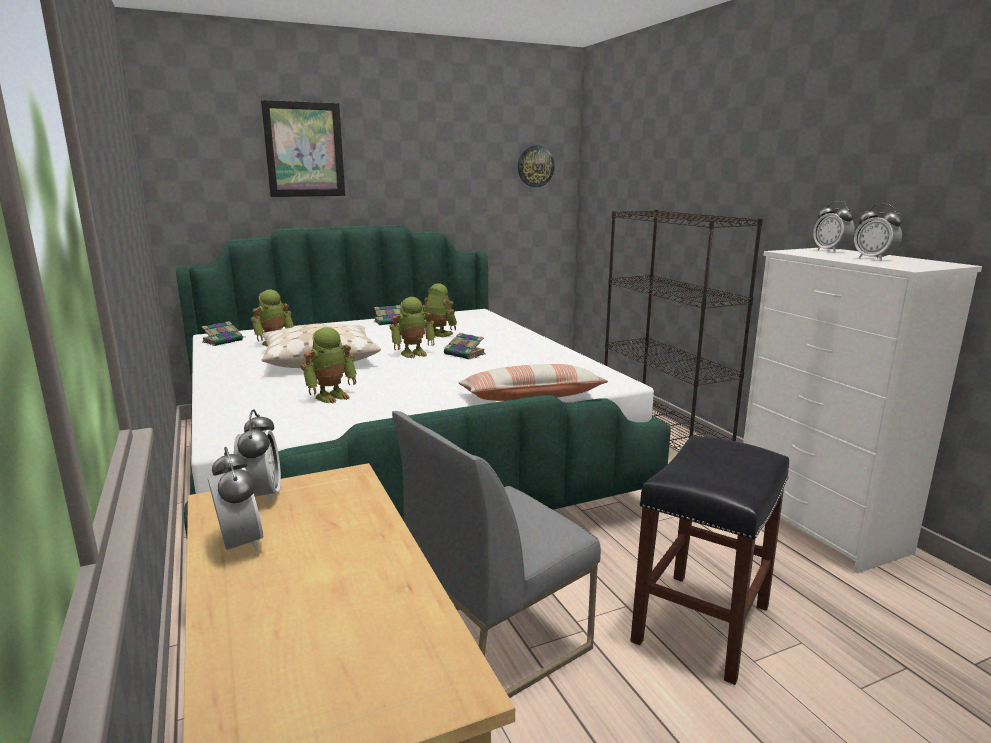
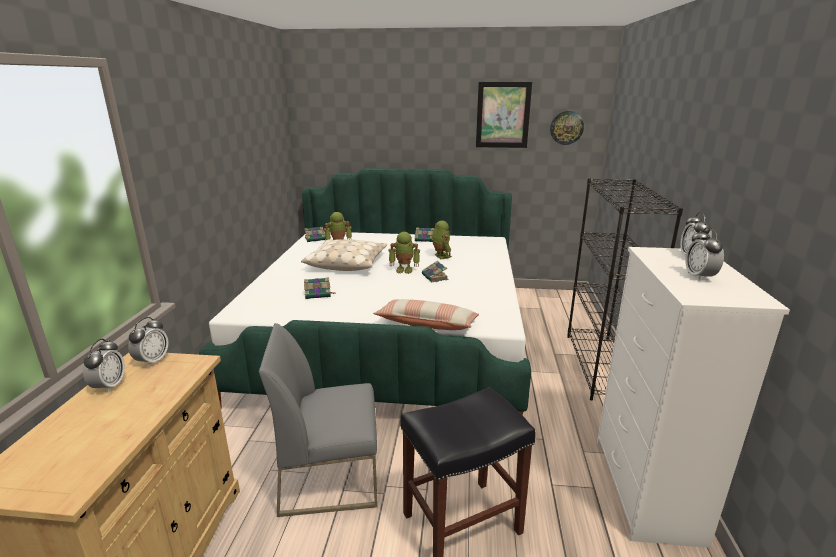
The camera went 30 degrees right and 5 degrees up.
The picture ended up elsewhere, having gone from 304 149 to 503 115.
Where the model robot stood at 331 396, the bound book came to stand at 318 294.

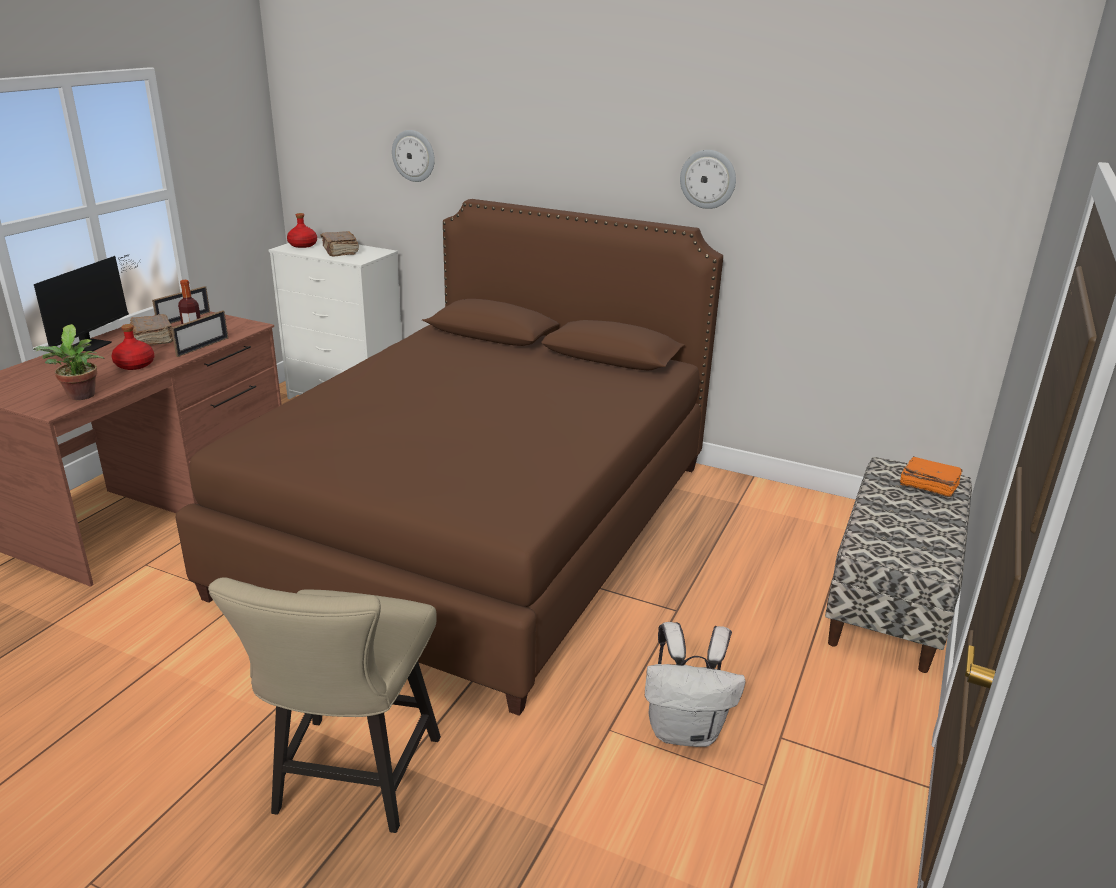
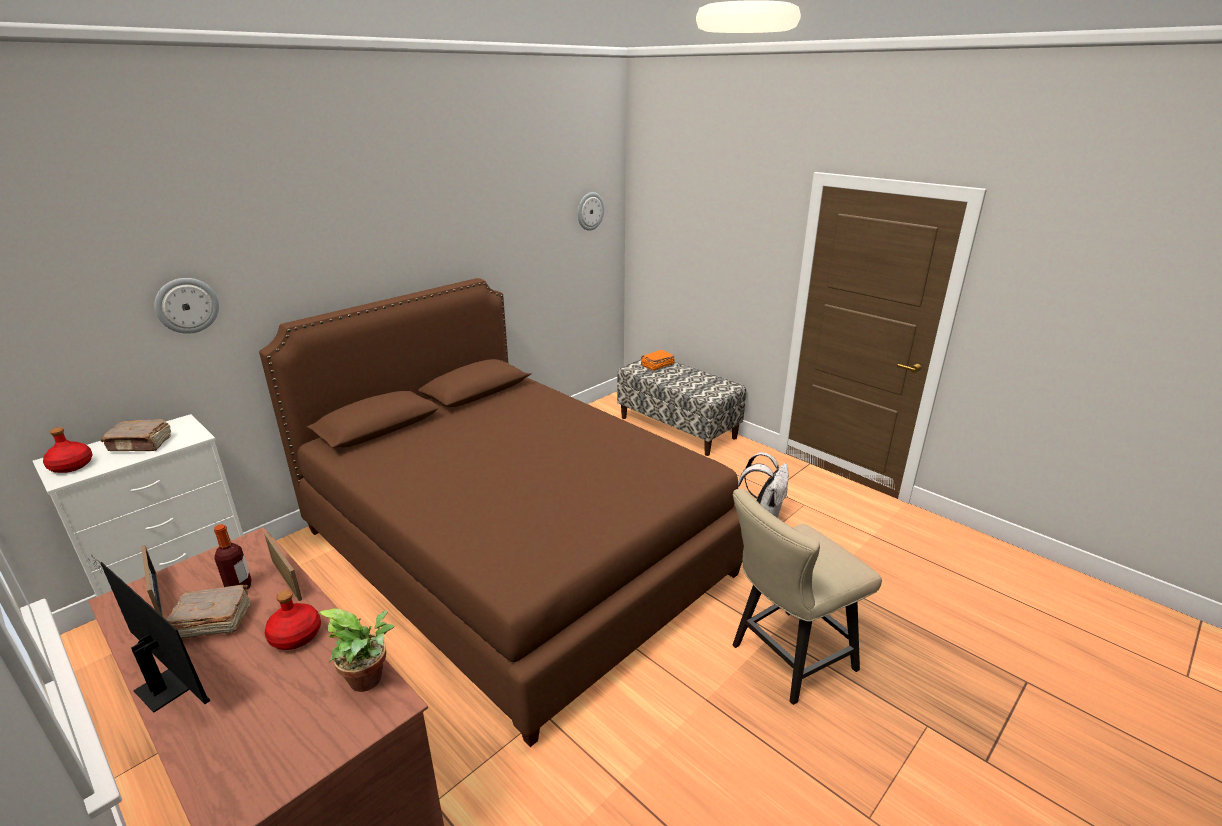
The camera went 70 degrees left and 0 degrees up.
The sand-coloured plain chair at 352 783 ended up facing another way, 120 degrees clockwise from before.
The clock on the wall ended up elsewhere, having gone from 708 179 to 590 211.

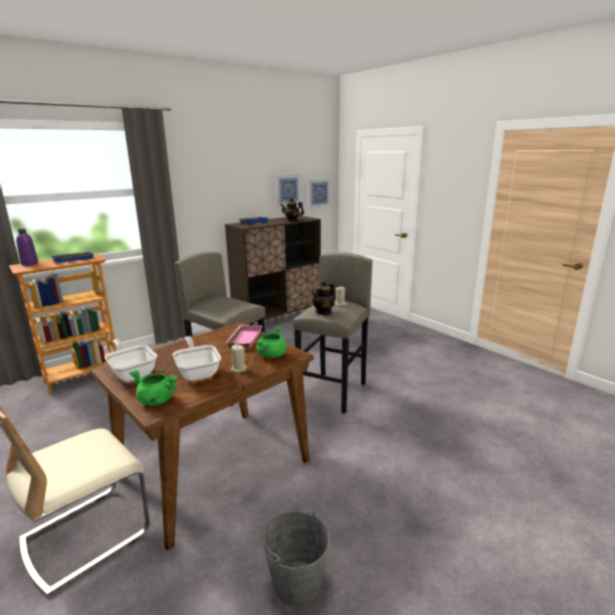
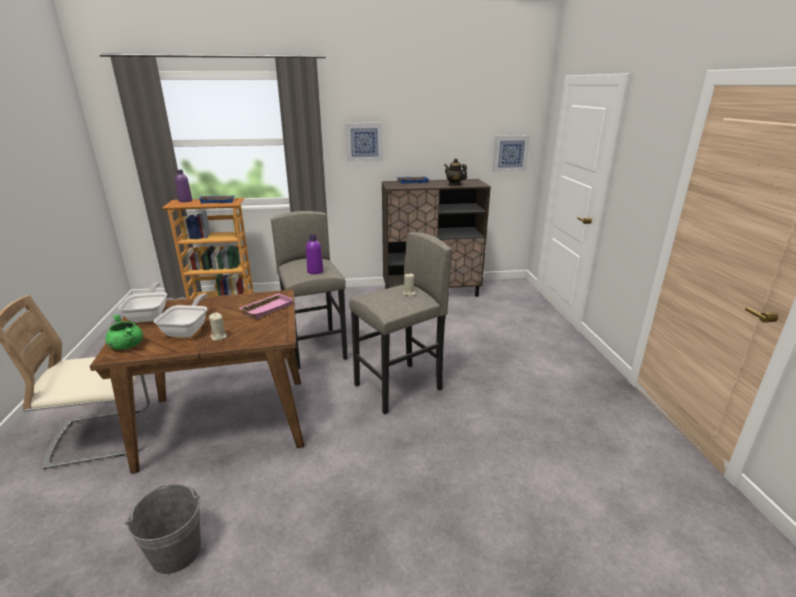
The camera went 30 degrees right and 5 degrees up.
The second view lost the greenish cooking pot at 271 355.
The picture ended up elsewhere, having gone from 287 189 to 364 142.
The second view lost the tea pot at 323 312.
The second view gained the purplish beverage bottle at 315 271.

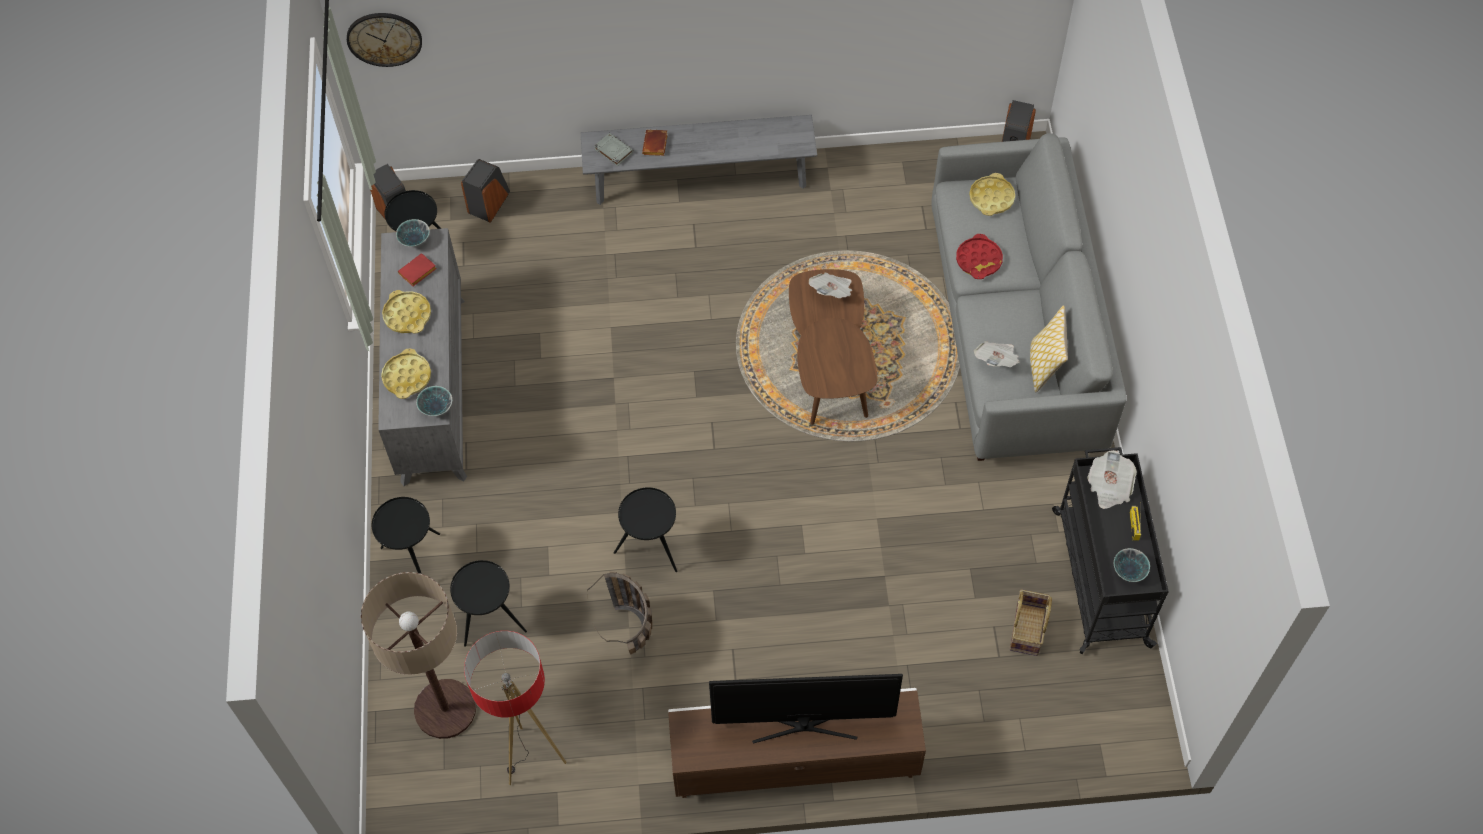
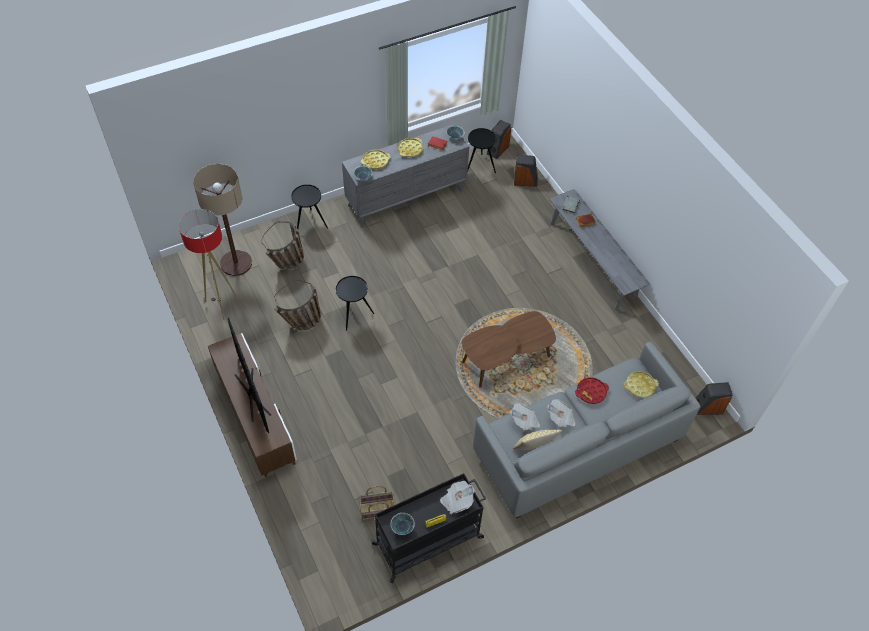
The camera went 65 degrees right and 5 degrees down.
The second view lost the clock on the wall at 384 38.
Where the black-coloured side table stood at 491 622, the basket came to stand at 288 264.
The newspaper ended up elsewhere, having gone from 832 292 to 561 418.

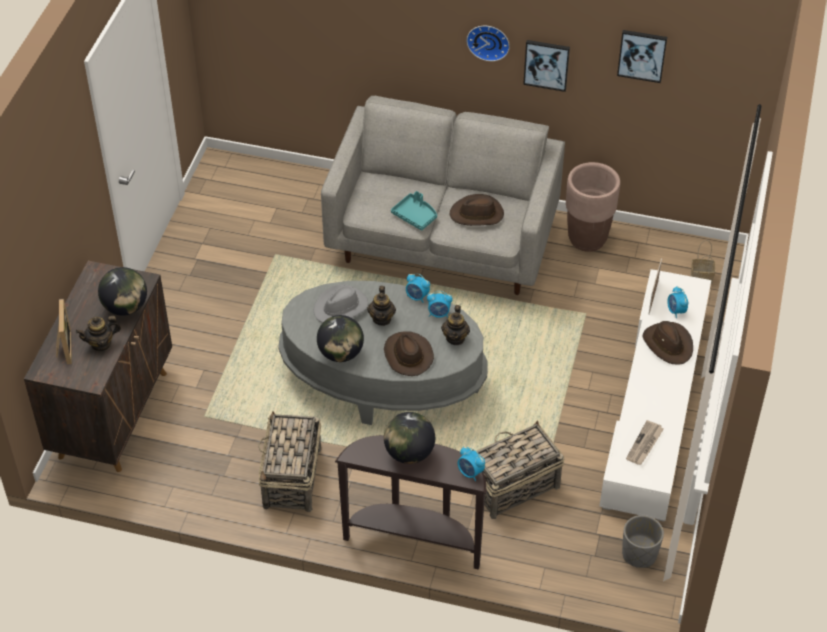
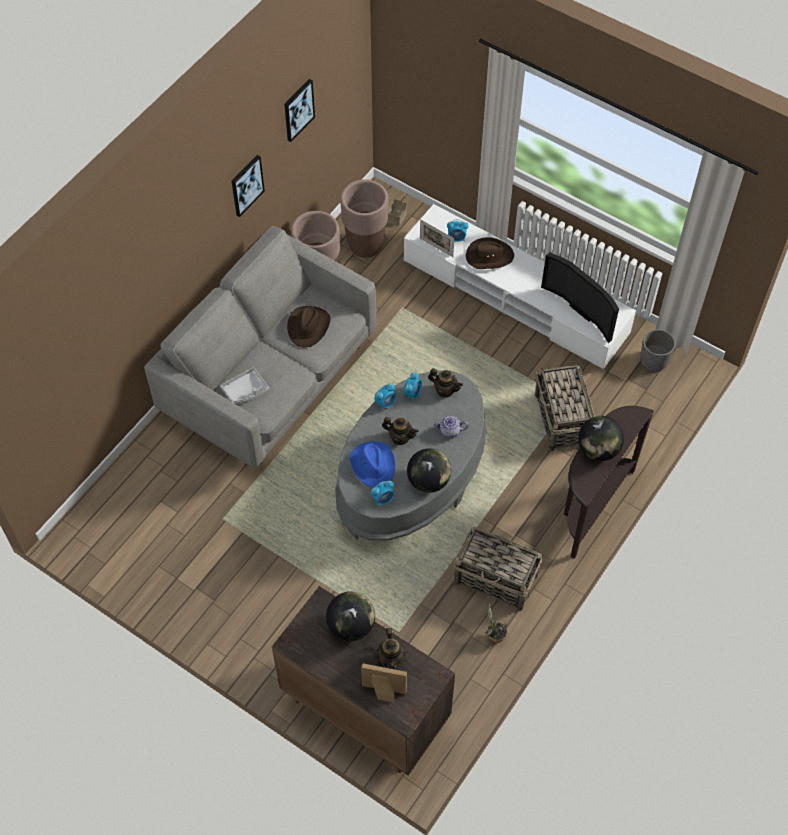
The camera went 70 degrees left and 10 degrees up.
What was the grey wearable hat at 341 307 turned into the blue wearable hat at 373 465.
Where the brownish wearable hat stood at 407 355, the tea pot came to stand at 450 431.
The second view lost the turquoise-coloured carrying tray at 415 216.
The table clock ended up elsewhere, having gone from 470 473 to 383 499.
The second view lost the clock on the wall at 488 41.
Where the newspaper stood at 644 444, the TV came to stand at 584 309.
The second view gained the grey carrying tray at 245 390.
The second view gained the brownish planter at 365 245.
The second view gained the potted plant at 494 636.

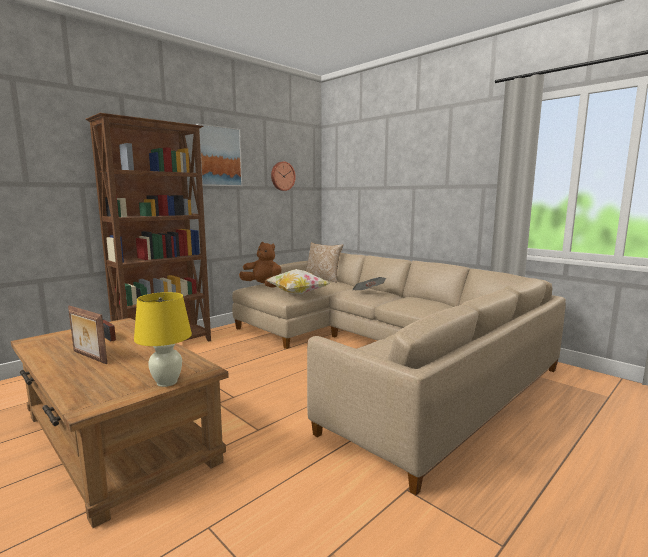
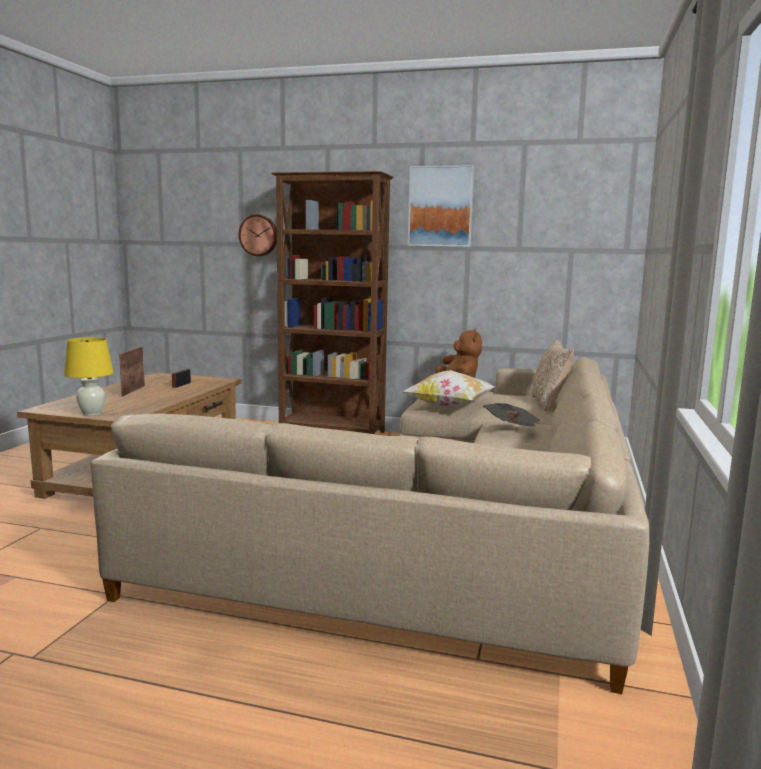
The camera went 60 degrees right and 0 degrees up.
The clock on the wall ended up elsewhere, having gone from 282 176 to 259 235.

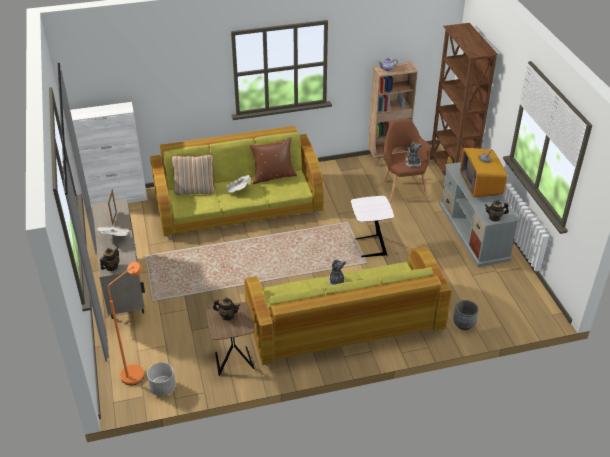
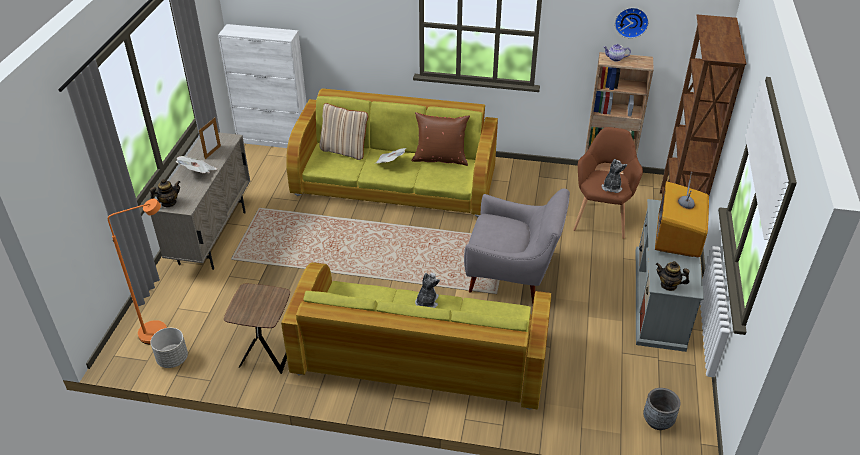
The camera went 25 degrees right and 0 degrees up.
The second view lost the tea pot at 227 316.
Where the white side table stood at 369 247, the grey armchair came to stand at 513 276.
The grey planter ended up elsewhere, having gone from 463 324 to 657 421.
The second view gained the clock on the wall at 631 21.

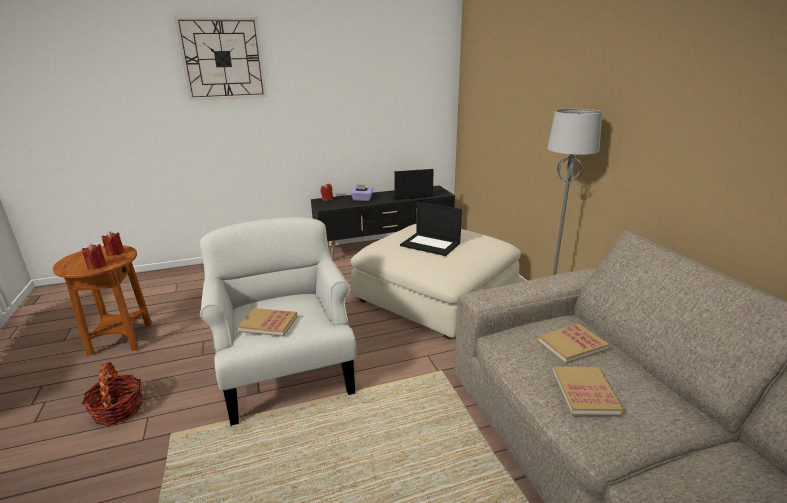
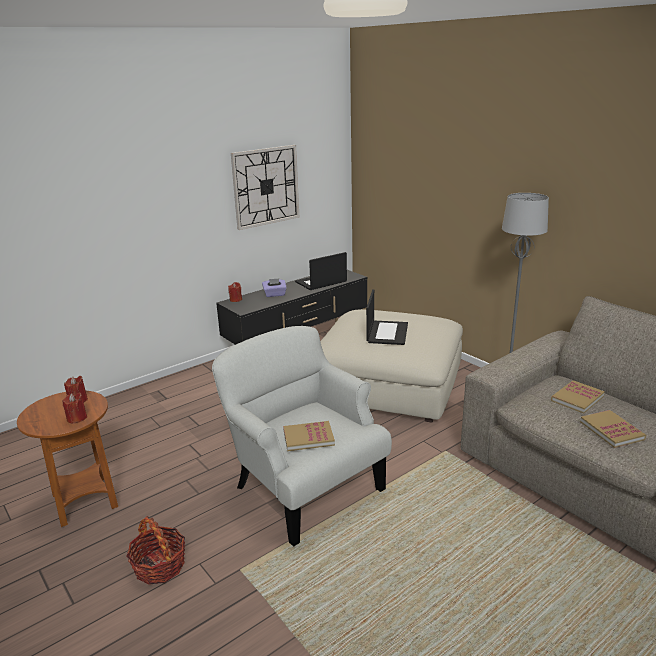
The camera went 20 degrees left and 0 degrees up.
The clock on the wall ended up elsewhere, having gone from 223 59 to 266 186.
The portable computer at 431 244 ended up facing another way, 90 degrees counterclockwise from before.

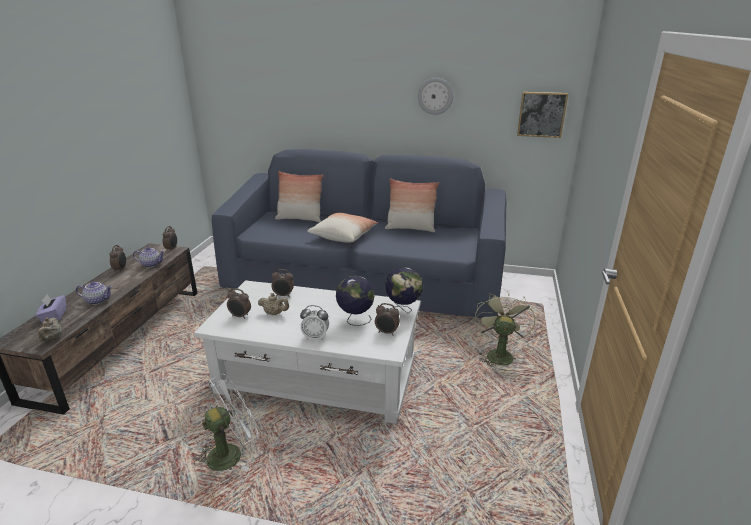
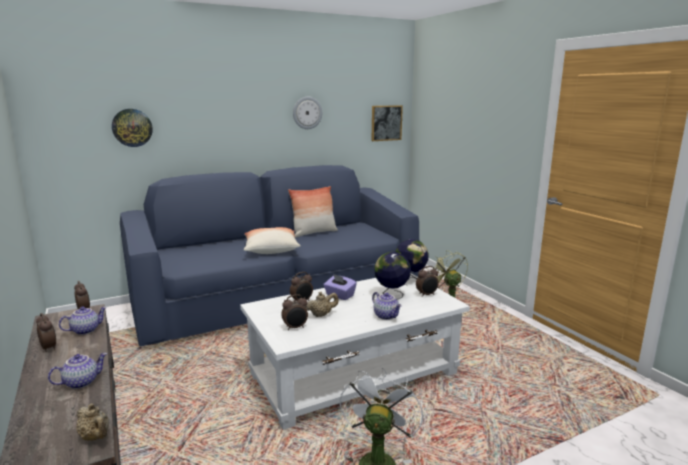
The camera went 40 degrees left and 10 degrees down.
The purplish box of tissues ended up elsewhere, having gone from 54 316 to 339 295.
The second view lost the throw pillow at 300 219.
Where the table clock stood at 315 337, the tea pot came to stand at 386 316.
The second view gained the clock on the wall at 132 127.

